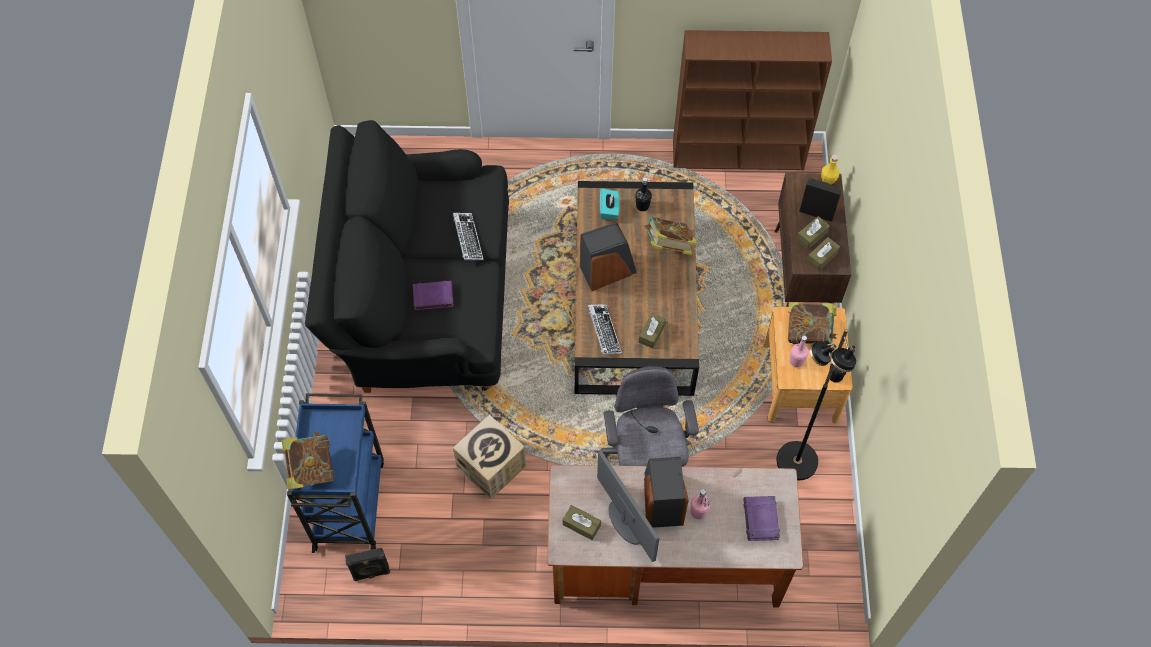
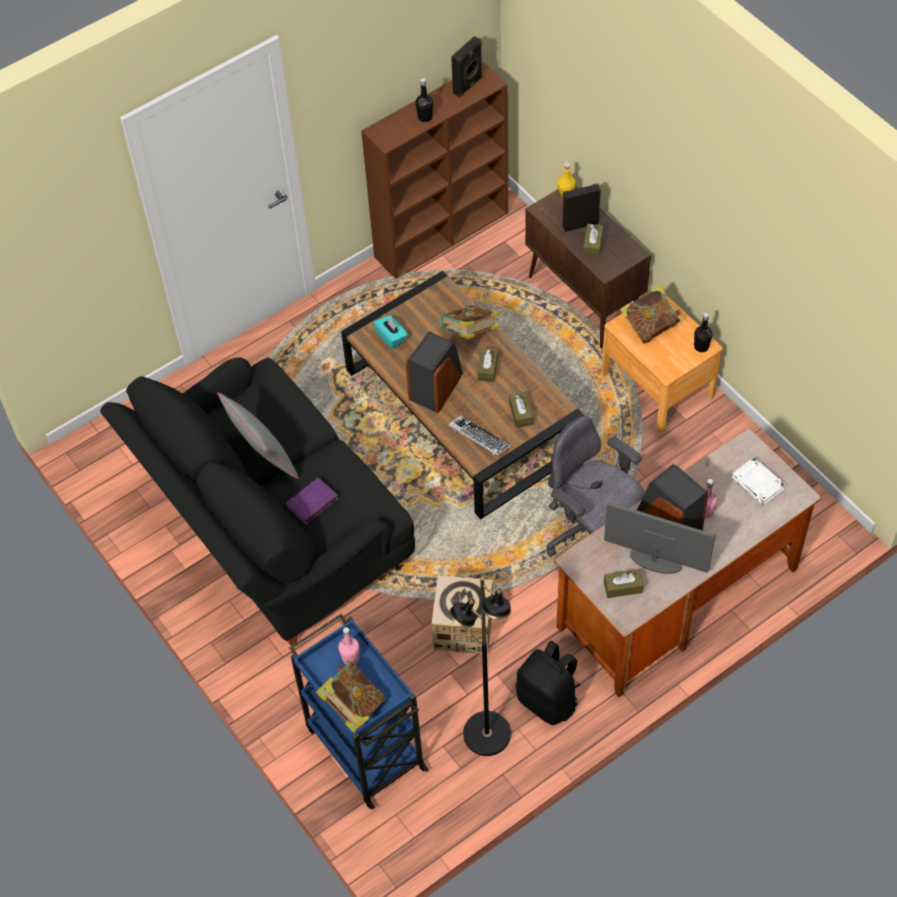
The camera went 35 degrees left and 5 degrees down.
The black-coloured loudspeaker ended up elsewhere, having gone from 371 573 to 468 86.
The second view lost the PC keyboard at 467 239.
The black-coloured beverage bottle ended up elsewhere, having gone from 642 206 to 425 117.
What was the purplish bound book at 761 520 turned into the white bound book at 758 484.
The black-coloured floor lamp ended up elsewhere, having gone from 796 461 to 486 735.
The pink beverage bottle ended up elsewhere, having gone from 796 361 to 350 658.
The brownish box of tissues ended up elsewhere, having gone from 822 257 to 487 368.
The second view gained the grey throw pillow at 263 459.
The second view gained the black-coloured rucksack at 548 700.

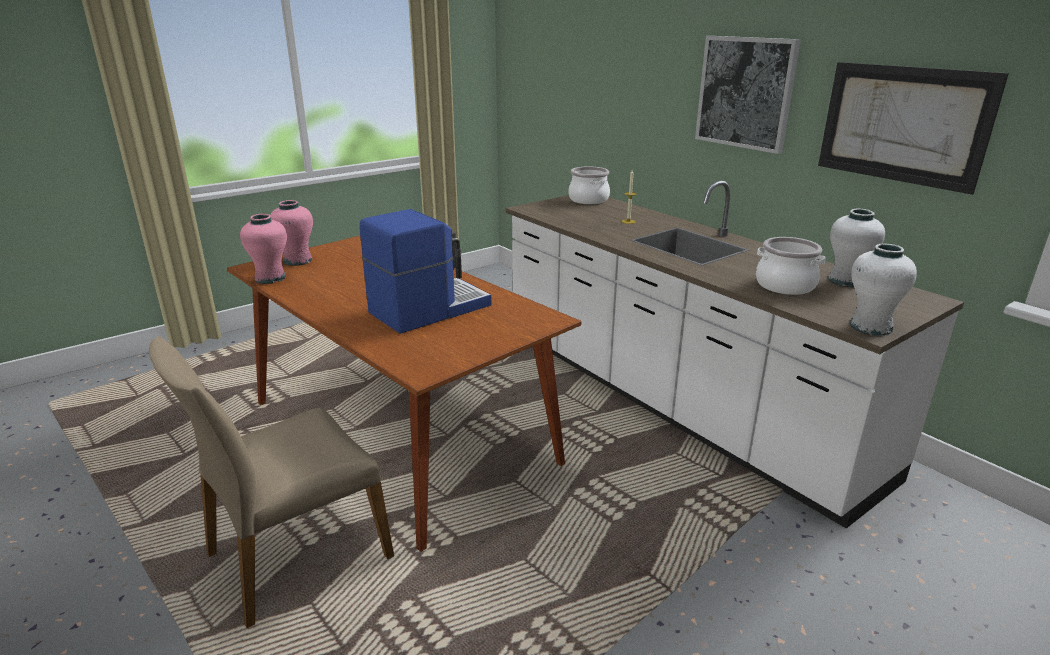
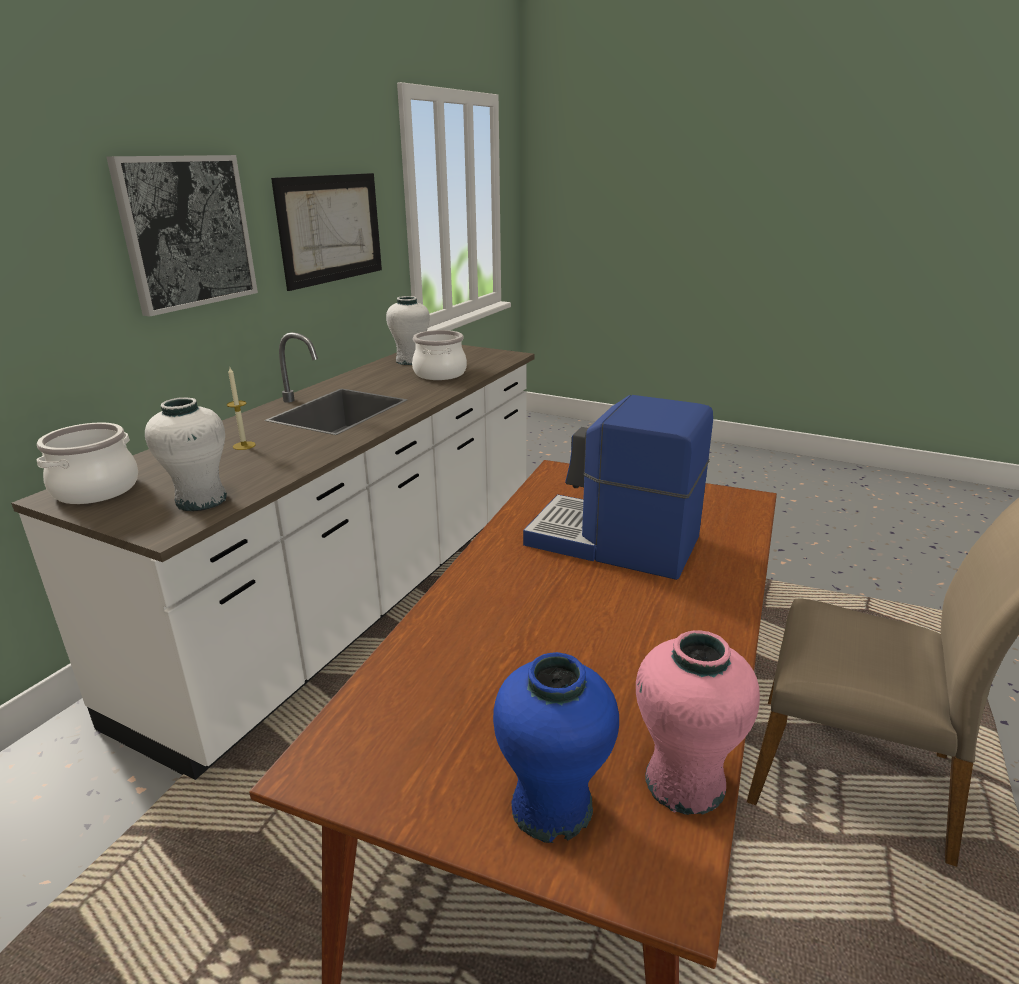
The camera went 115 degrees left and 0 degrees up.
What was the pink vase at 297 261 turned into the blue vase at 552 807.
The white vase ended up elsewhere, having gone from 870 327 to 201 500.

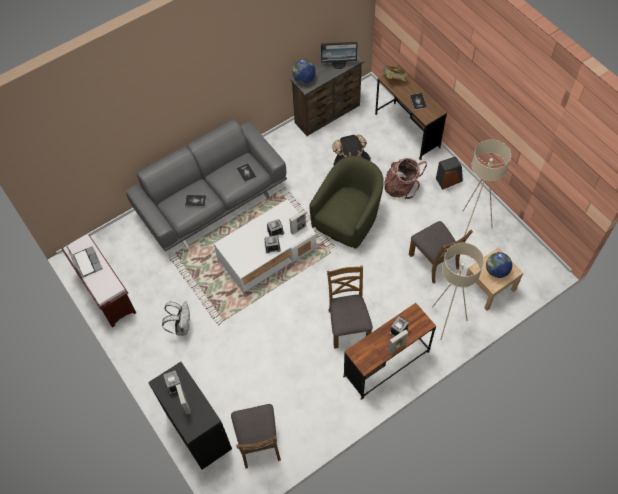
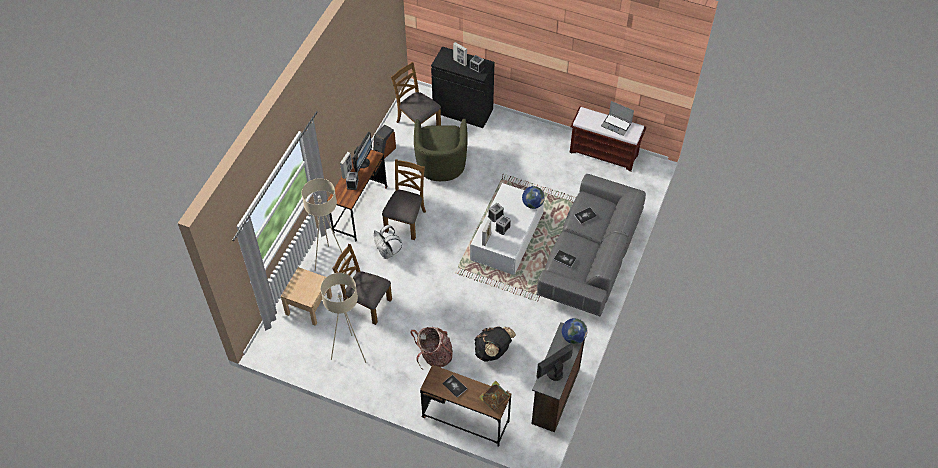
The camera went 145 degrees right and 5 degrees down.
The white rucksack ended up elsewhere, having gone from 181 326 to 387 252.
The greenish armchair ended up elsewhere, having gone from 348 219 to 441 165.
The brownish plain chair at 348 325 ended up facing another way, 120 degrees counterclockwise from before.
The loudspeaker ended up elsewhere, having gone from 449 180 to 384 151.
The desk globe ended up elsewhere, having gone from 496 271 to 532 204.
The second view gained the monitor at 362 162.

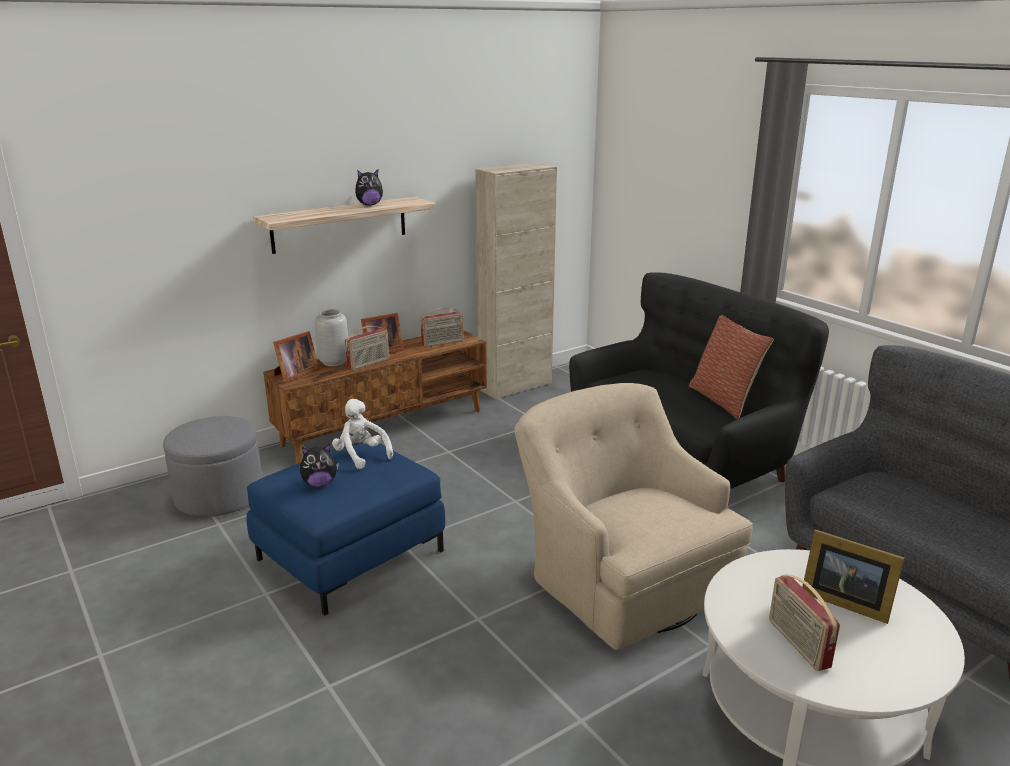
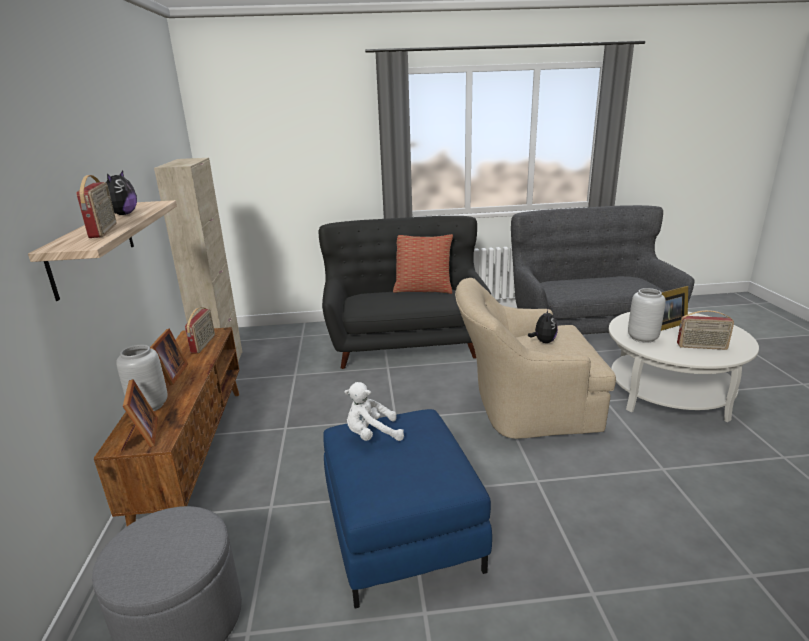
The camera went 60 degrees left and 0 degrees up.
The cuddly toy ended up elsewhere, having gone from 320 484 to 543 341.
The radio set ended up elsewhere, having gone from 369 364 to 104 230.
The second view gained the grey vase at 642 338.

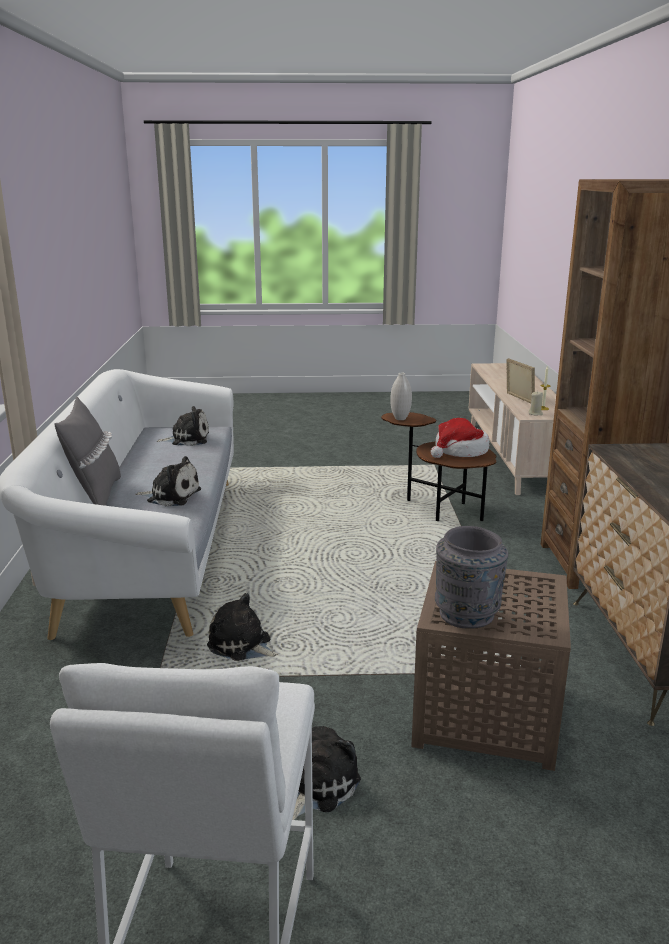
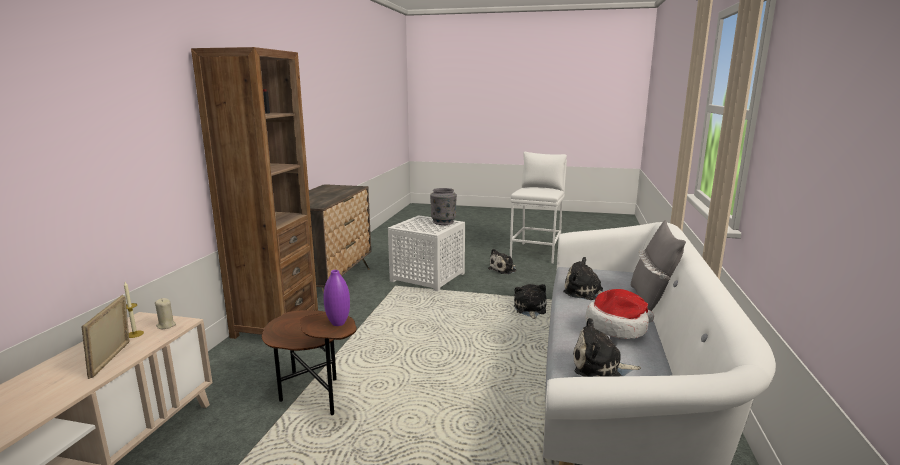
The camera went 165 degrees left and 5 degrees down.
The cuddly toy at 242 645 ended up facing another way, 135 degrees counterclockwise from before.
What was the white vase at 400 418 turned into the purplish vase at 338 323.
What was the brownish side table at 483 715 turned into the white side table at 429 277.
The wearable hat ended up elsewhere, having gone from 460 451 to 617 327.

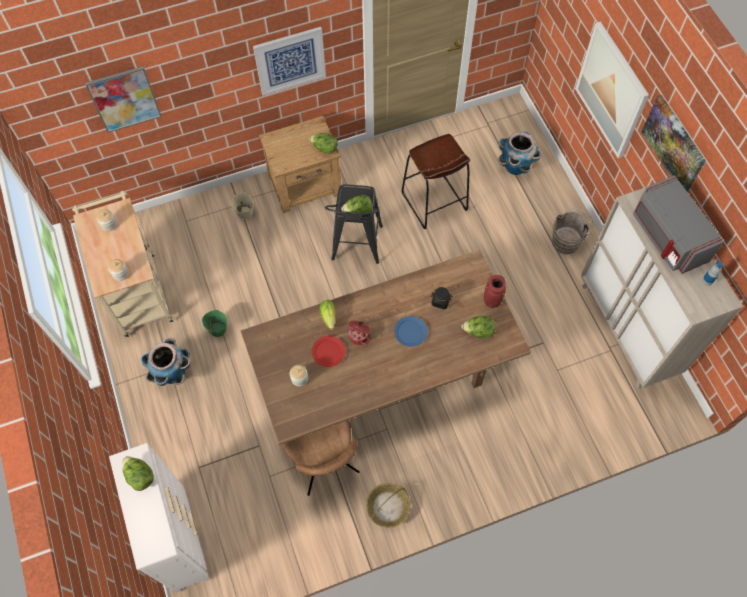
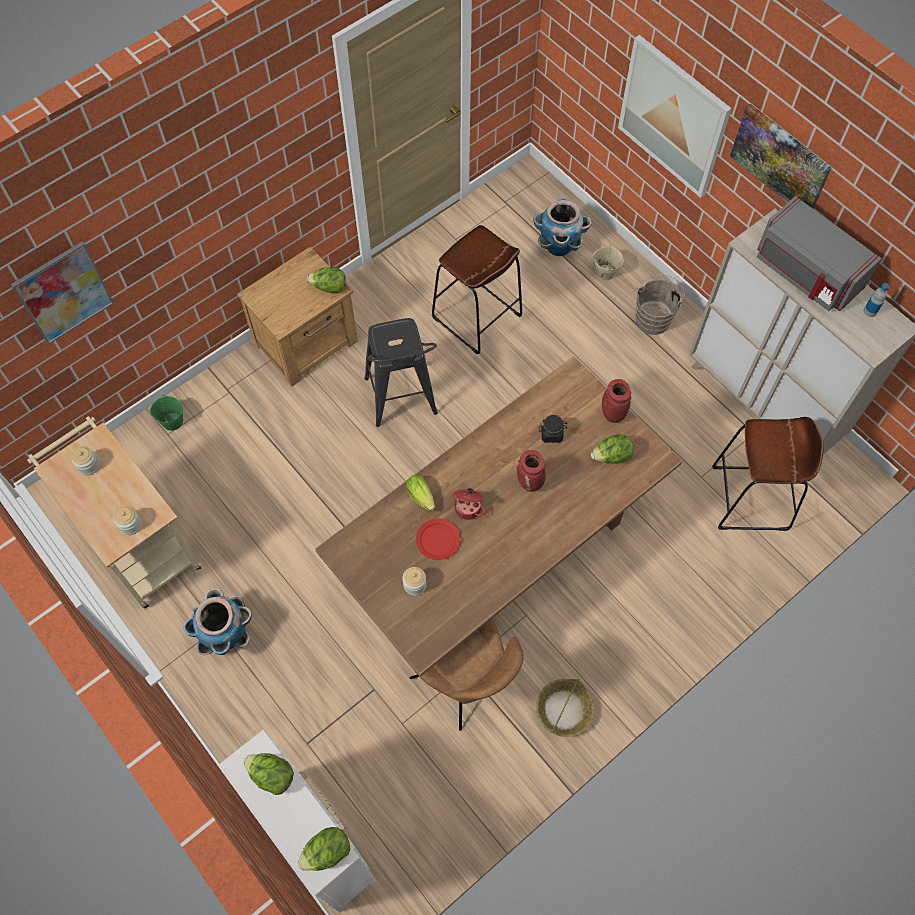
The camera went 20 degrees left and 0 degrees up.
The greenish pail ended up elsewhere, having gone from 217 329 to 172 421.
The sand-coloured pail ended up elsewhere, having gone from 244 213 to 605 272.
The second view lost the picture at 290 61.
The head of lettuce ended up elsewhere, having gone from 358 211 to 327 852.
Where the blue plate stood at 411 332, the reddish vase came to stand at 530 483.
The second view gained the brownish stool at 750 498.

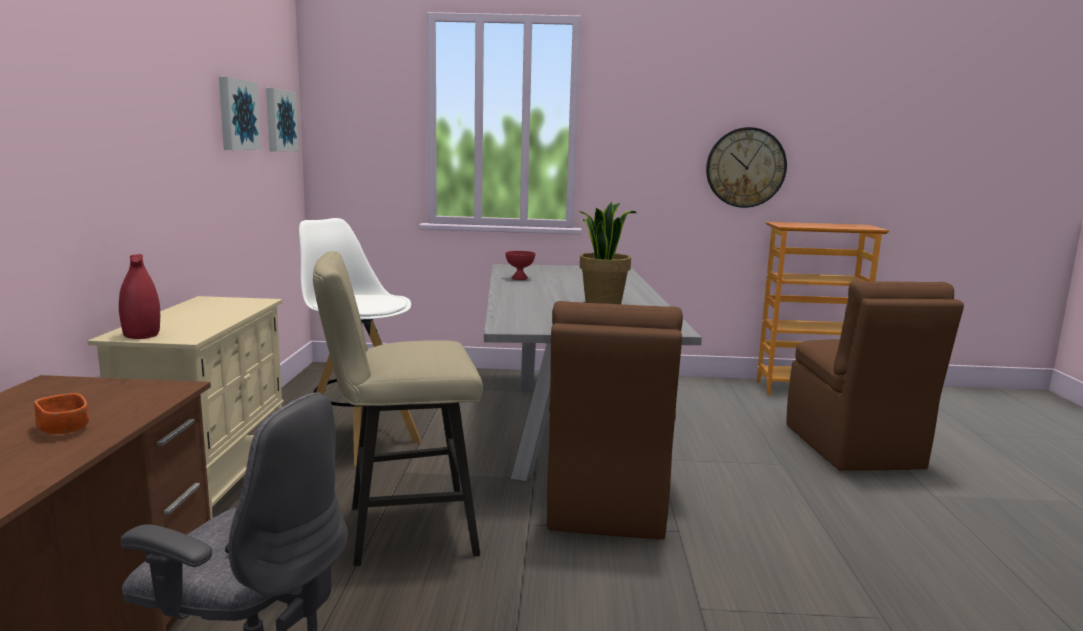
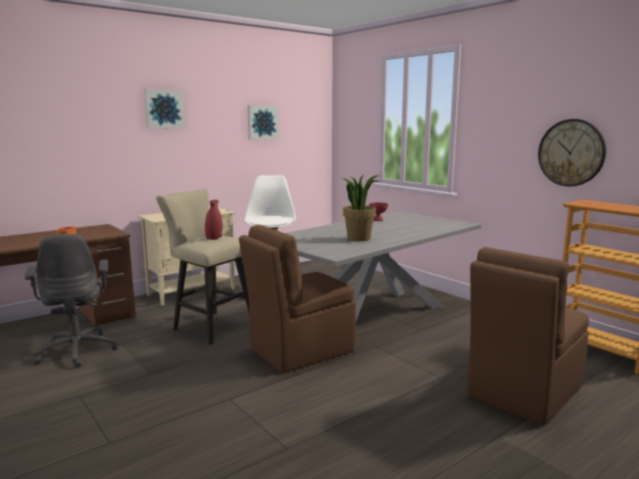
The camera went 50 degrees right and 0 degrees up.
The reddish vase ended up elsewhere, having gone from 142 335 to 214 238.
The picture ended up elsewhere, having gone from 279 120 to 163 109.

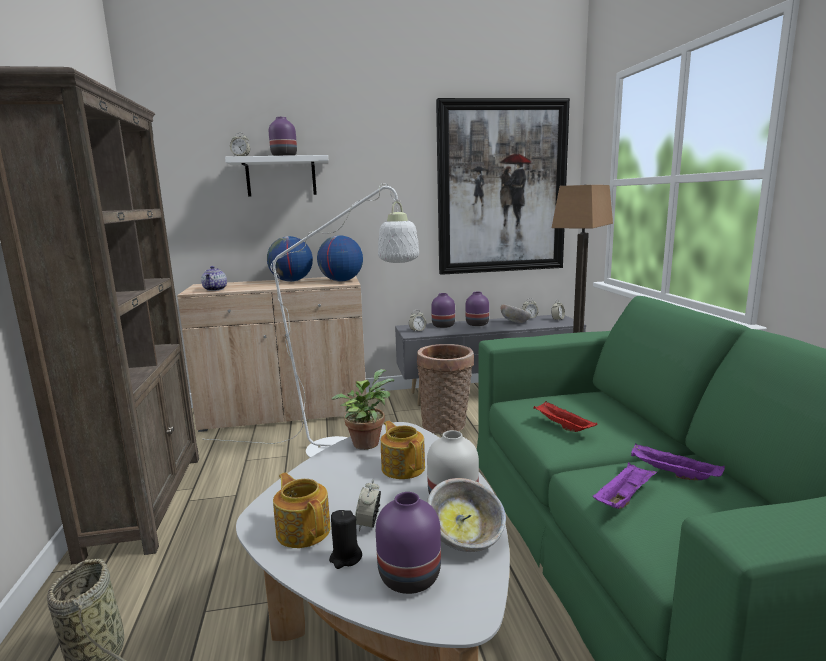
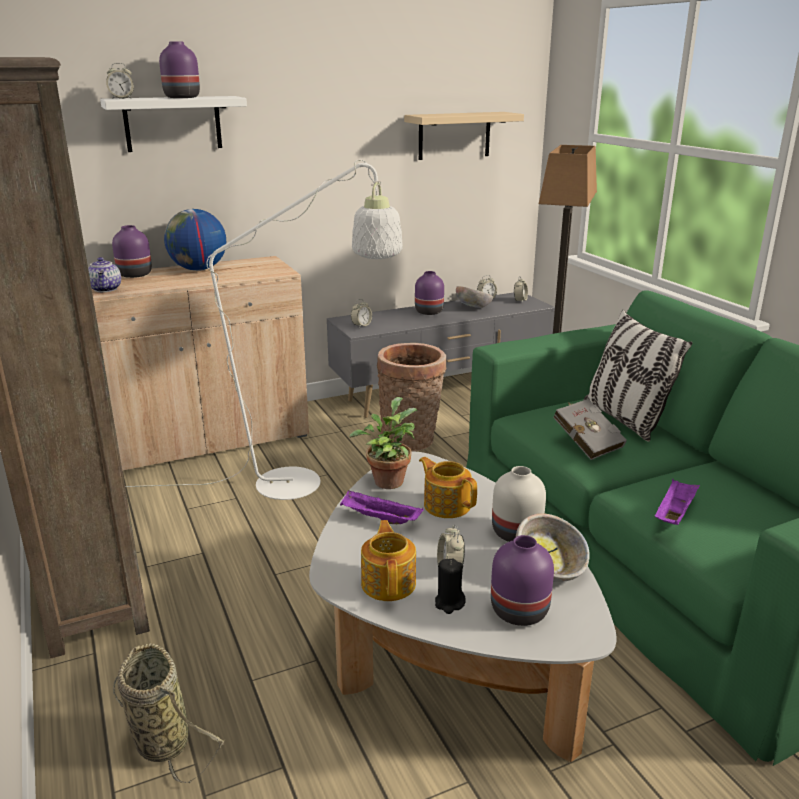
The camera went 15 degrees left and 10 degrees up.
The tea pot at 303 530 ended up facing another way, 45 degrees clockwise from before.
The second view lost the desk globe at 341 281.
The purplish vase ended up elsewhere, having gone from 443 325 to 135 274.
Where the picture hung at 501 188, the sand-coloured bracket shelf came to hang at 454 135.
Where the reddish carrying tray stood at 562 426, the grey bound book came to stand at 586 443.
The purplish carrying tray ended up elsewhere, having gone from 672 474 to 379 519.
The second view gained the throw pillow at 624 419.

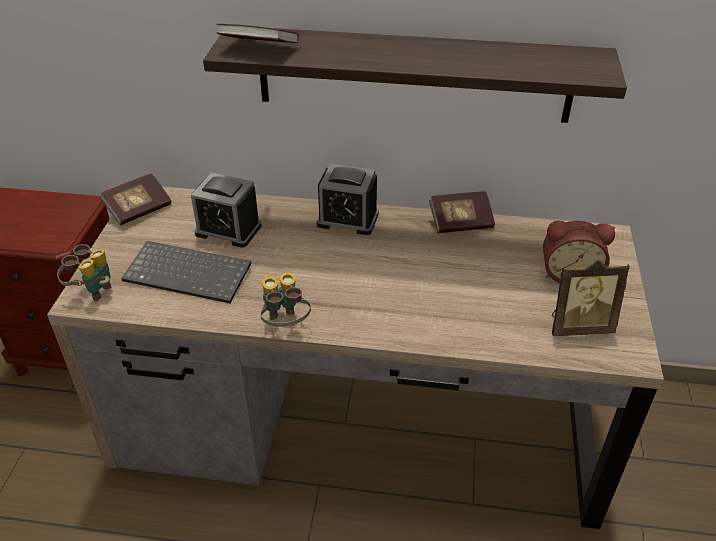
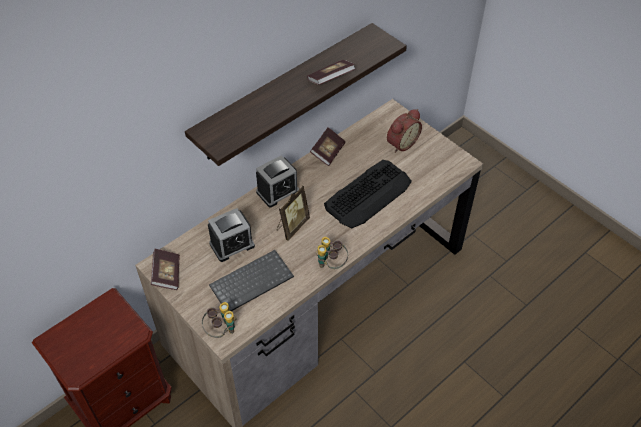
The camera went 50 degrees left and 10 degrees up.
The bound book ended up elsewhere, having gone from 259 49 to 331 79.
The standing frame ended up elsewhere, having gone from 578 326 to 292 226.
The second view gained the PC keyboard at 368 194.

